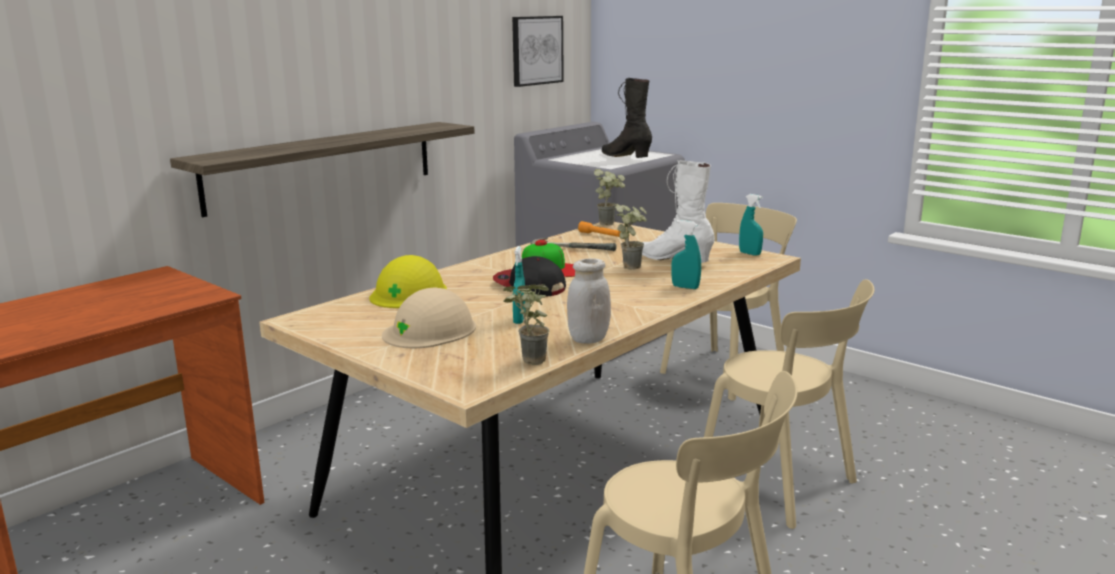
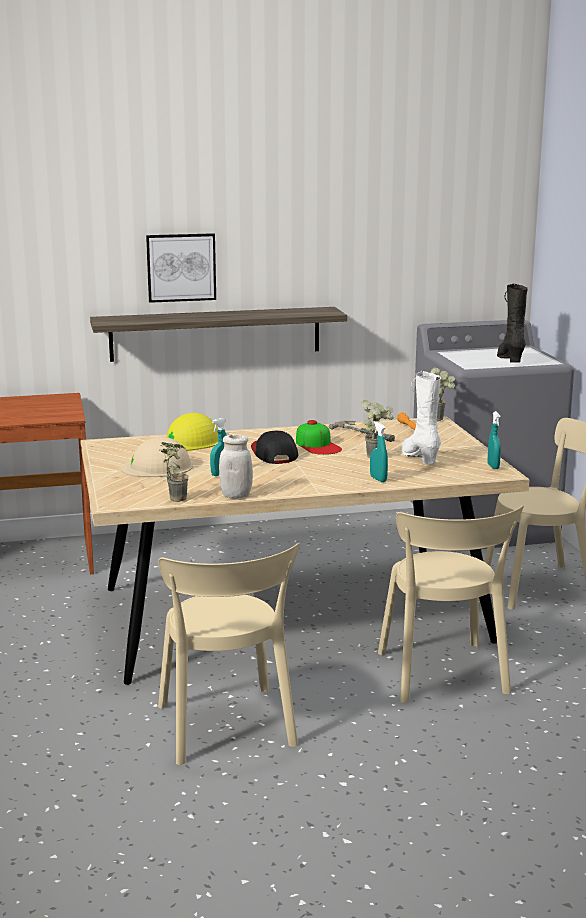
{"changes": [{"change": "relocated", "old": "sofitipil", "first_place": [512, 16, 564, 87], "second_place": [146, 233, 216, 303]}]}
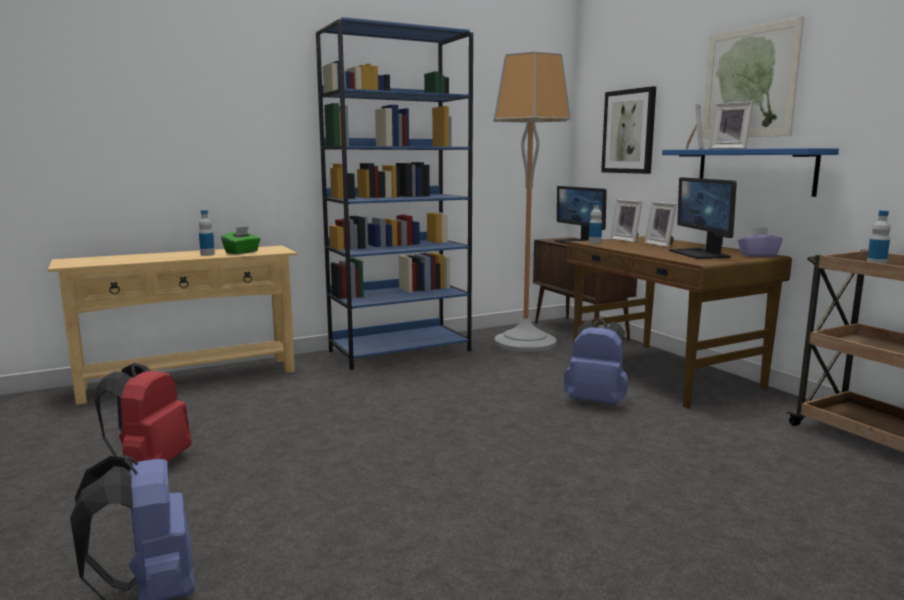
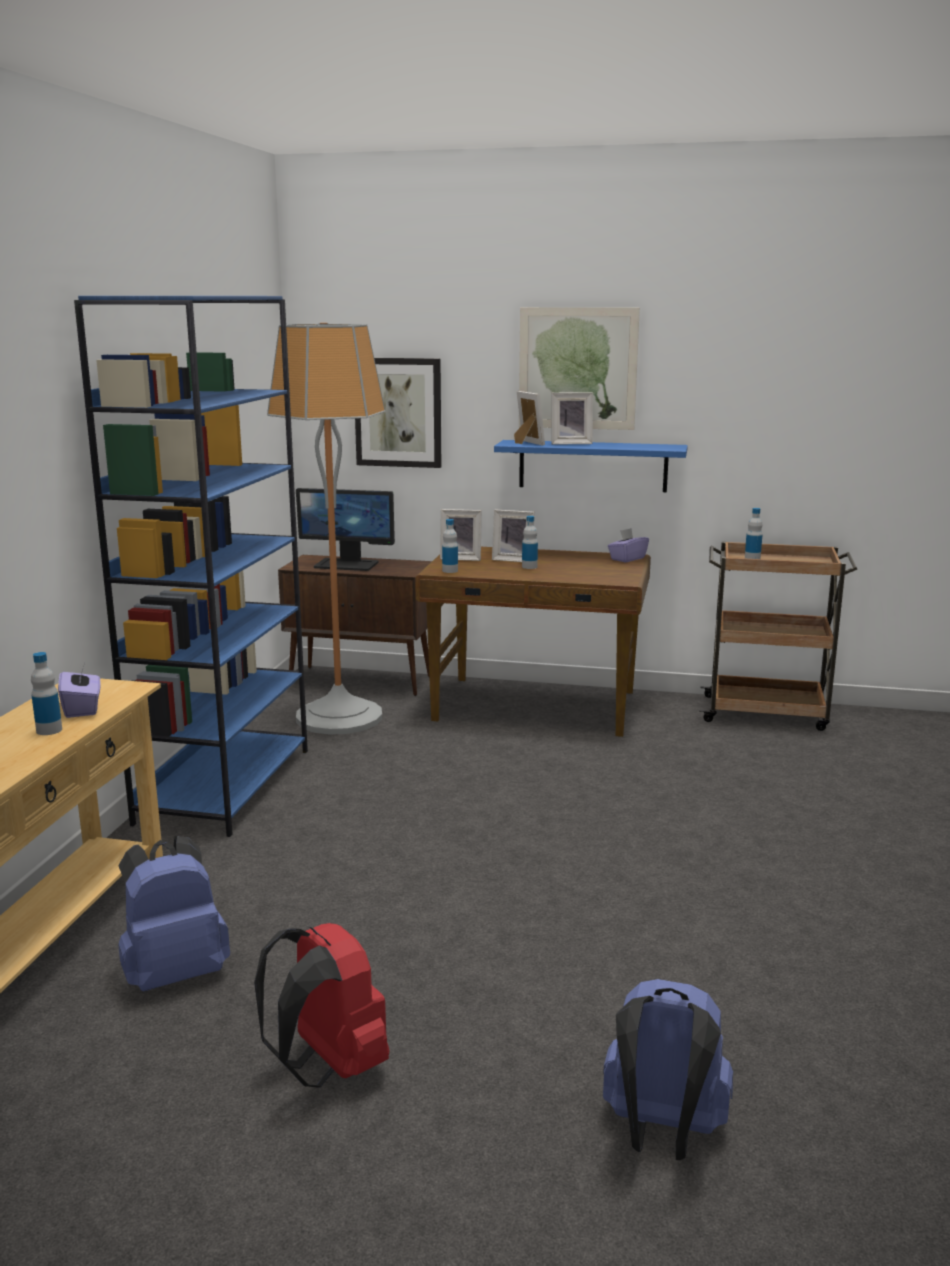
{"changes": [{"change": "colour", "old": "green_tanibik", "new": "purple_tanibik", "first_place": [221, 226, 261, 254], "second_place": [58, 663, 101, 718]}, {"change": "relocated", "old": "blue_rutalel", "first_place": [564, 319, 628, 404], "second_place": [118, 836, 230, 991]}, {"change": "appeared", "new": "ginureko", "second_place": [522, 516, 538, 569]}, {"change": "missing", "old": "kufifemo", "first_place": [669, 177, 737, 259]}]}
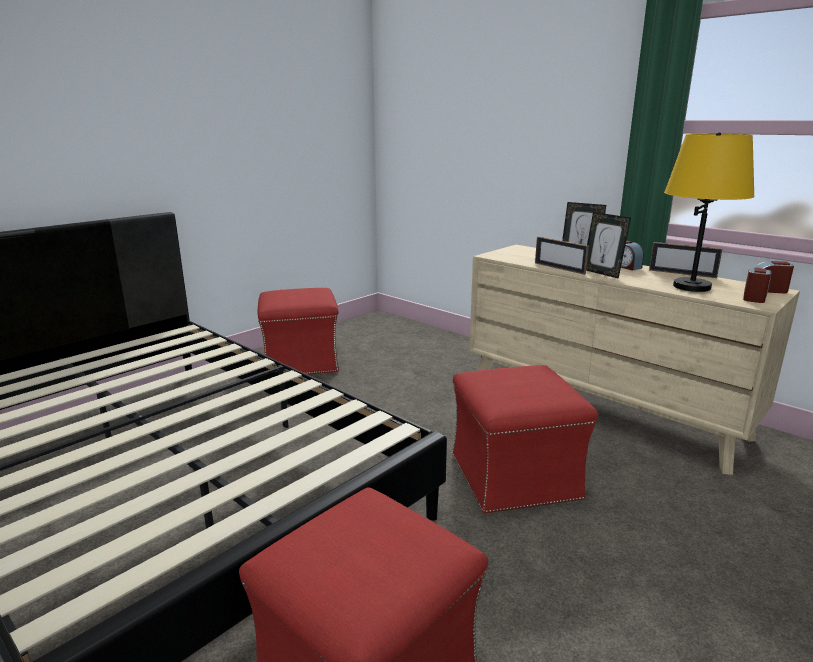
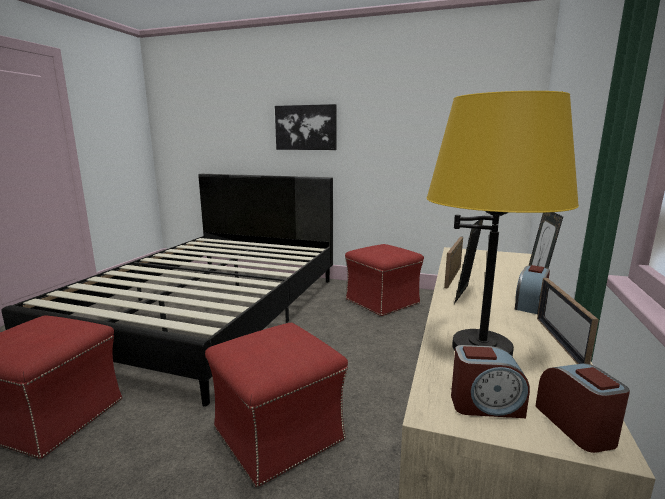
{"changes": [{"change": "appeared", "new": "sofitipil", "second_place": [275, 104, 337, 150]}]}
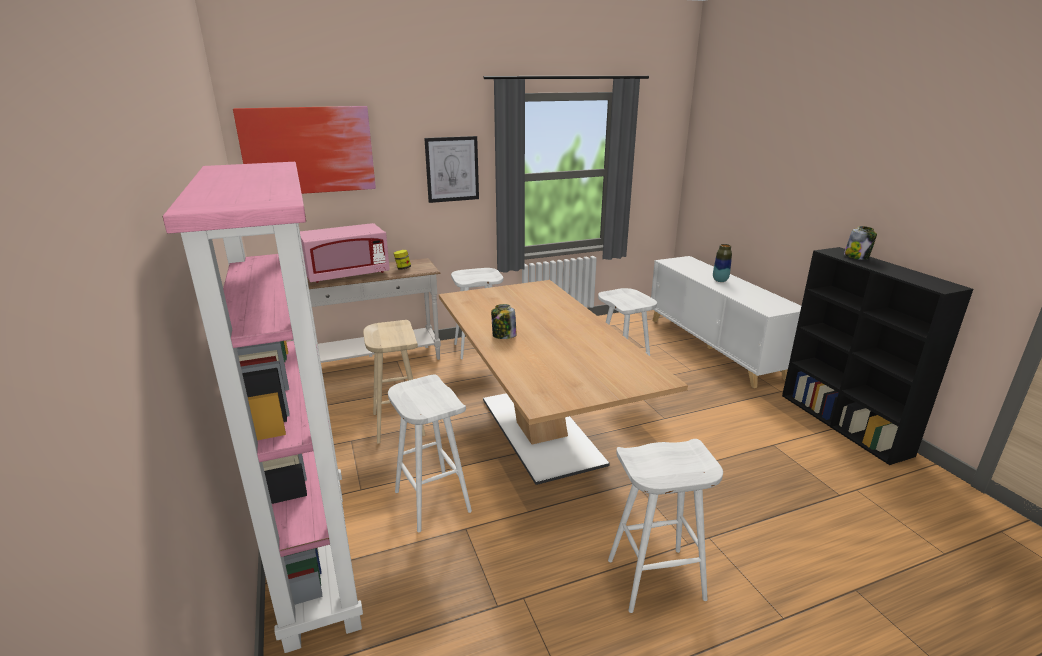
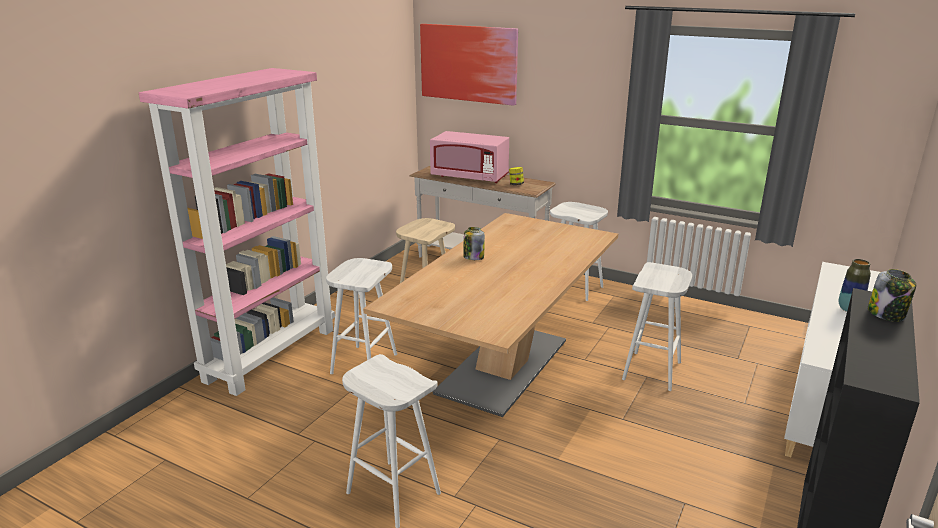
{"changes": [{"change": "missing", "old": "sofitipil", "first_place": [424, 136, 479, 203]}]}
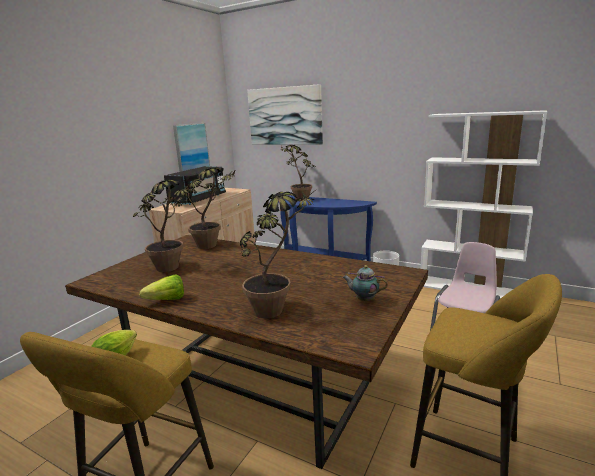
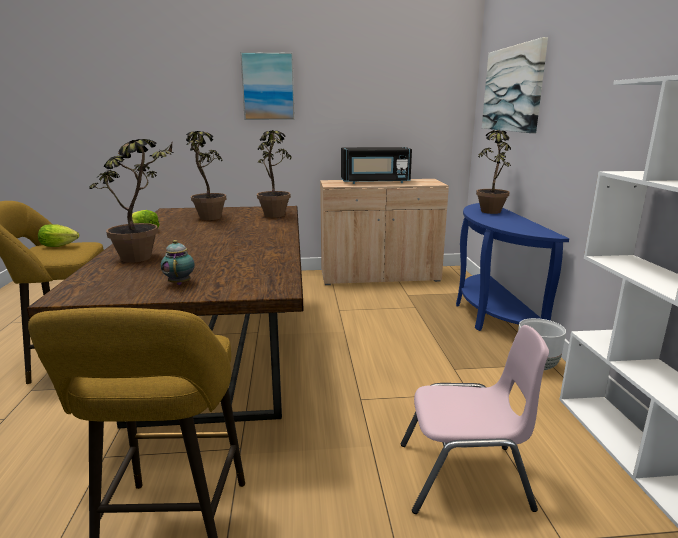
{"changes": [{"change": "relocated", "old": "sofitipil", "first_place": [173, 123, 210, 172], "second_place": [240, 52, 295, 120]}]}
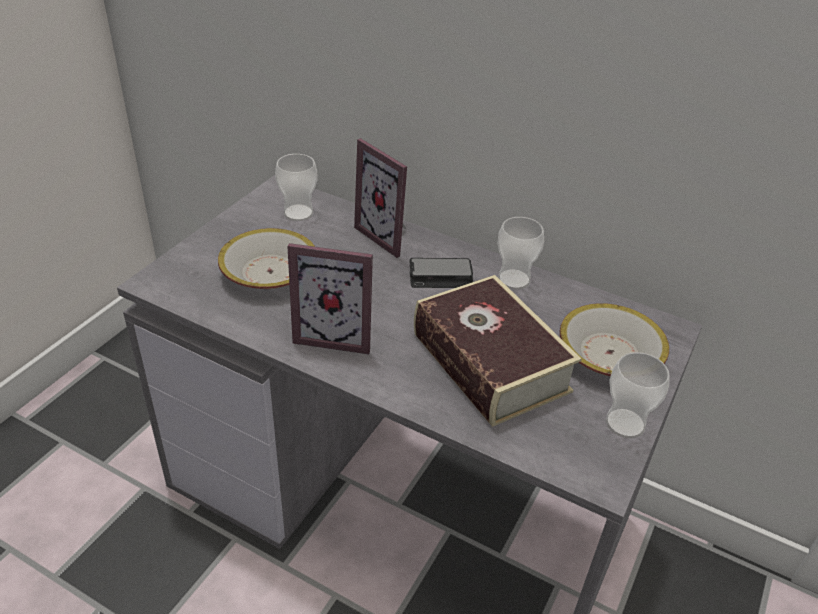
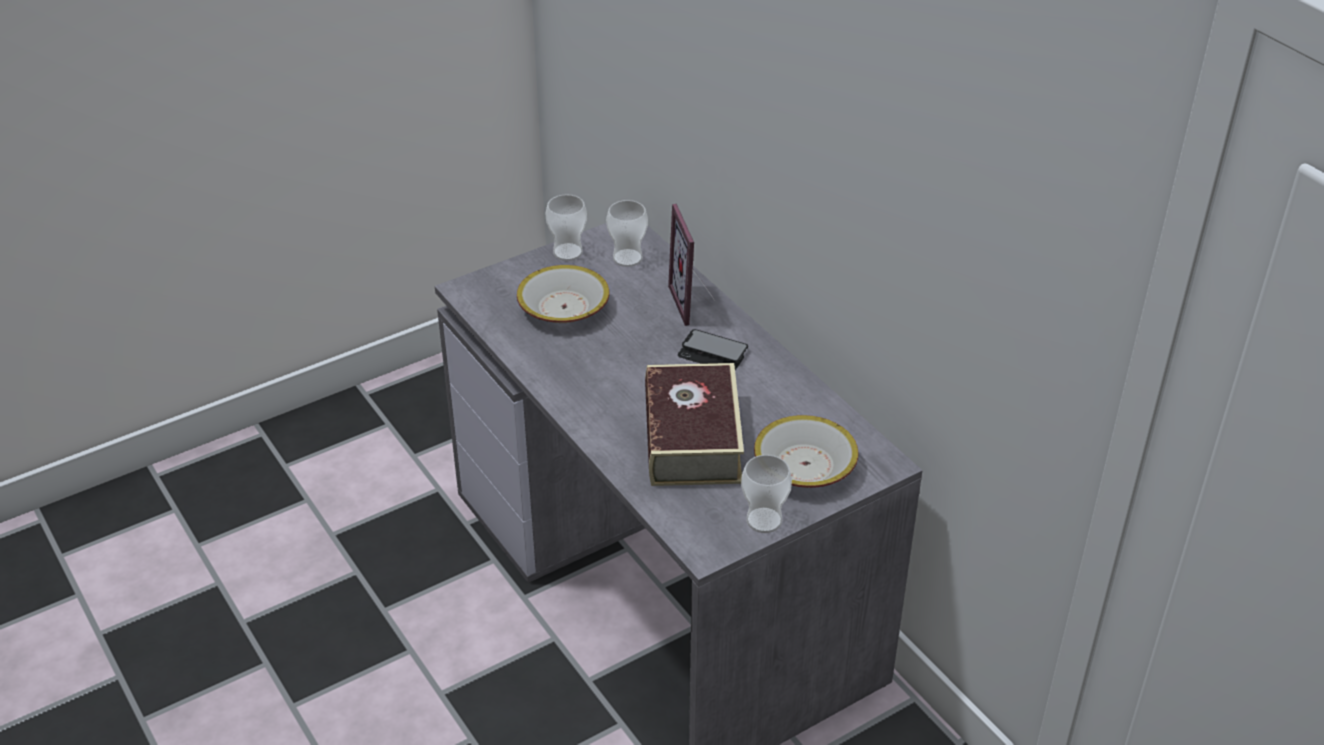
{"changes": [{"change": "relocated", "old": "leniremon", "first_place": [497, 217, 544, 290], "second_place": [546, 194, 587, 261]}, {"change": "missing", "old": "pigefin", "first_place": [287, 243, 373, 355]}]}
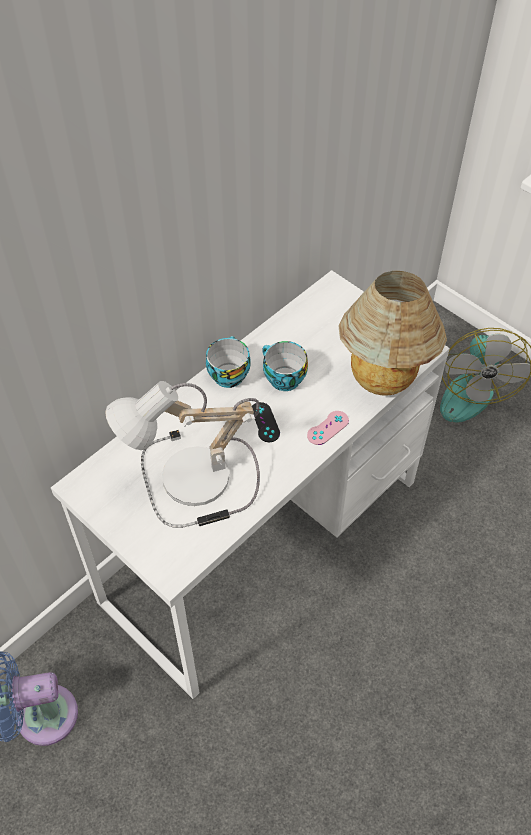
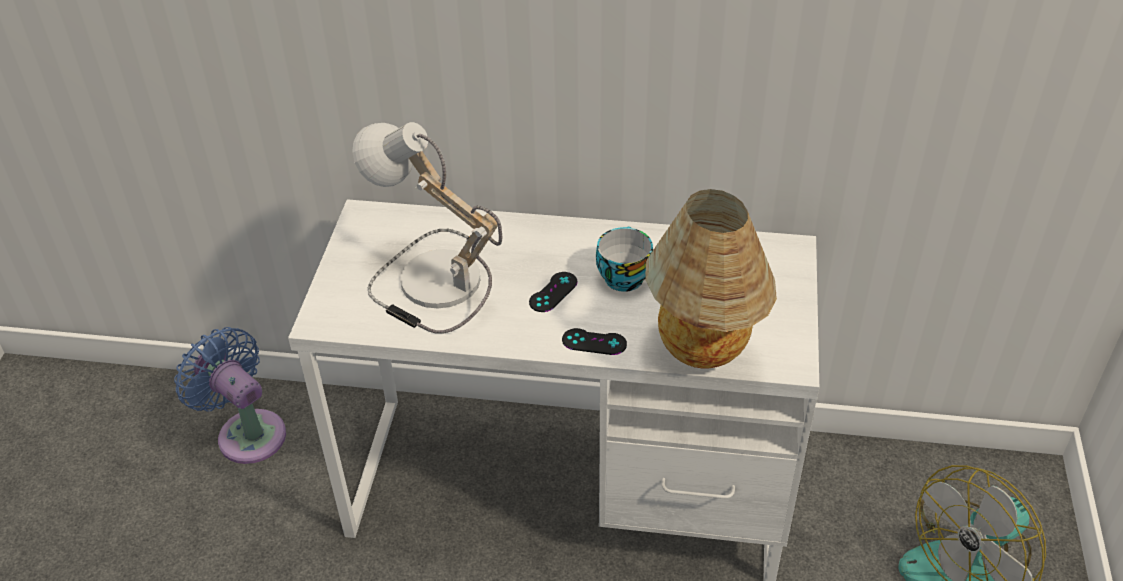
{"changes": [{"change": "colour", "old": "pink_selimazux", "new": "black_selimazux", "first_place": [307, 411, 349, 445], "second_place": [562, 328, 627, 355]}, {"change": "missing", "old": "leniremon", "first_place": [206, 336, 251, 388]}]}
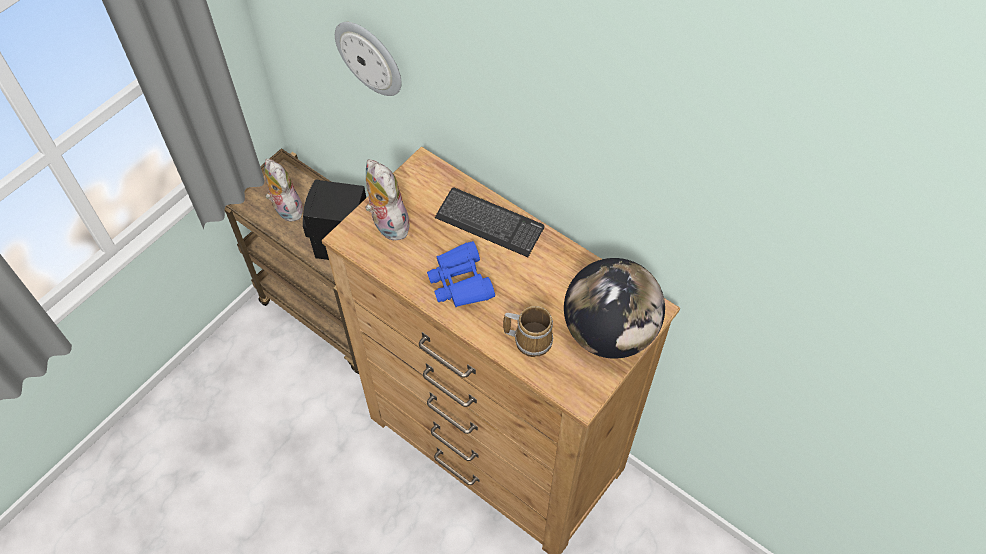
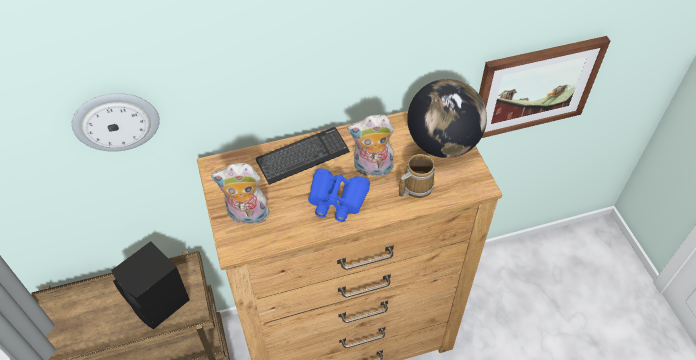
{"changes": [{"change": "relocated", "old": "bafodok", "first_place": [264, 159, 303, 222], "second_place": [347, 115, 396, 177]}, {"change": "appeared", "new": "sofitipil", "second_place": [479, 36, 610, 138]}]}
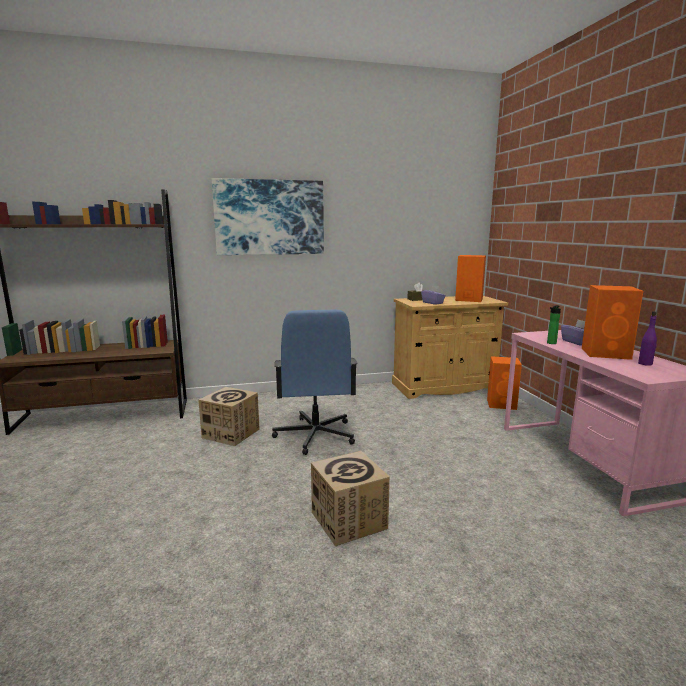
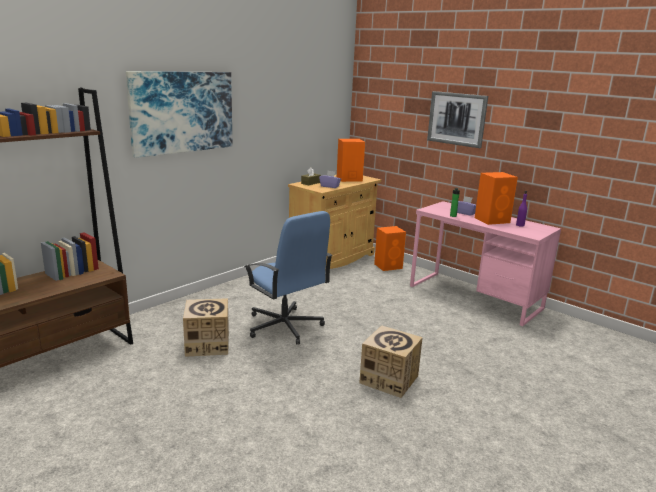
{"changes": [{"change": "appeared", "new": "sofitipil", "second_place": [427, 91, 488, 148]}]}
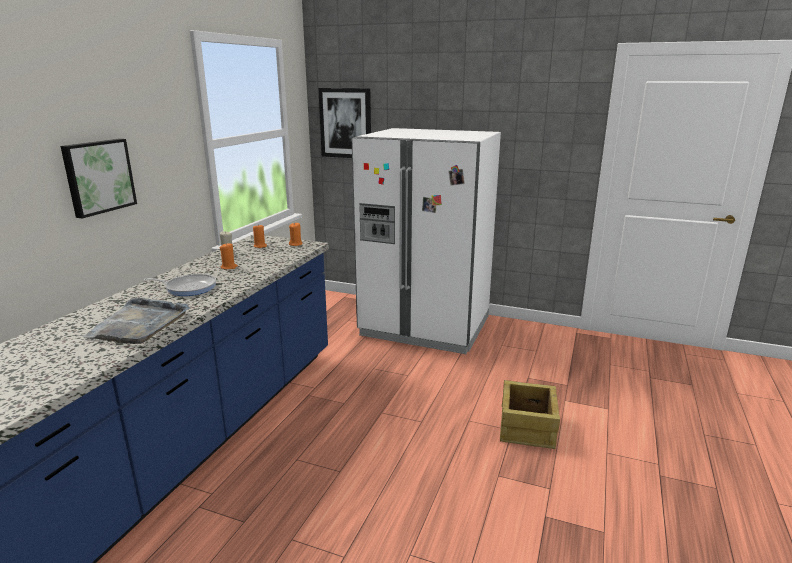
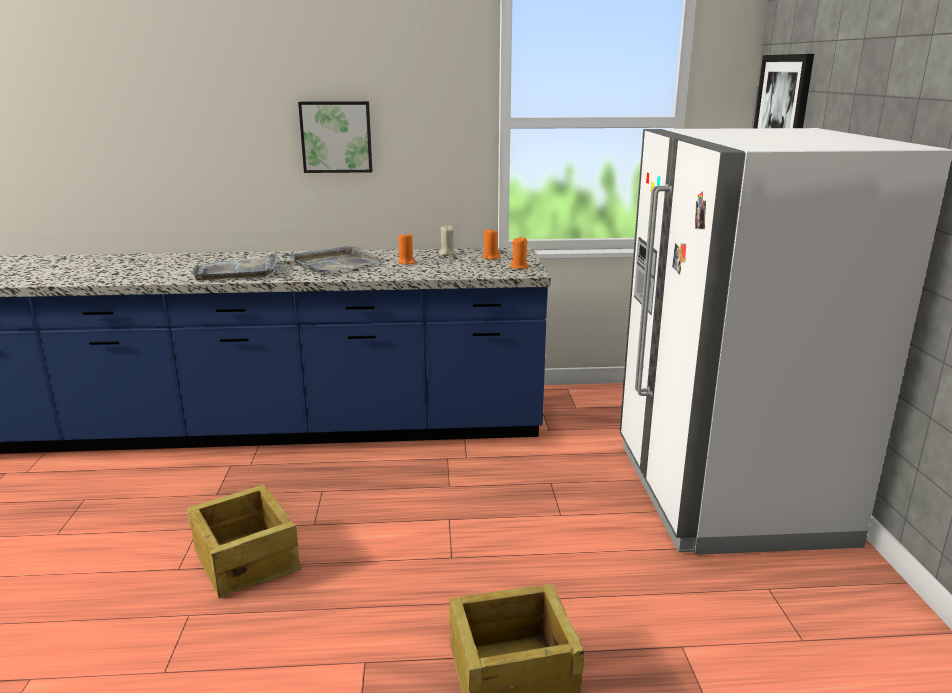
{"changes": [{"change": "appeared", "new": "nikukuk", "second_place": [187, 485, 301, 598]}, {"change": "exchanged", "old": "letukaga", "new": "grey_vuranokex", "first_place": [144, 274, 216, 296], "second_place": [289, 246, 381, 273]}]}
